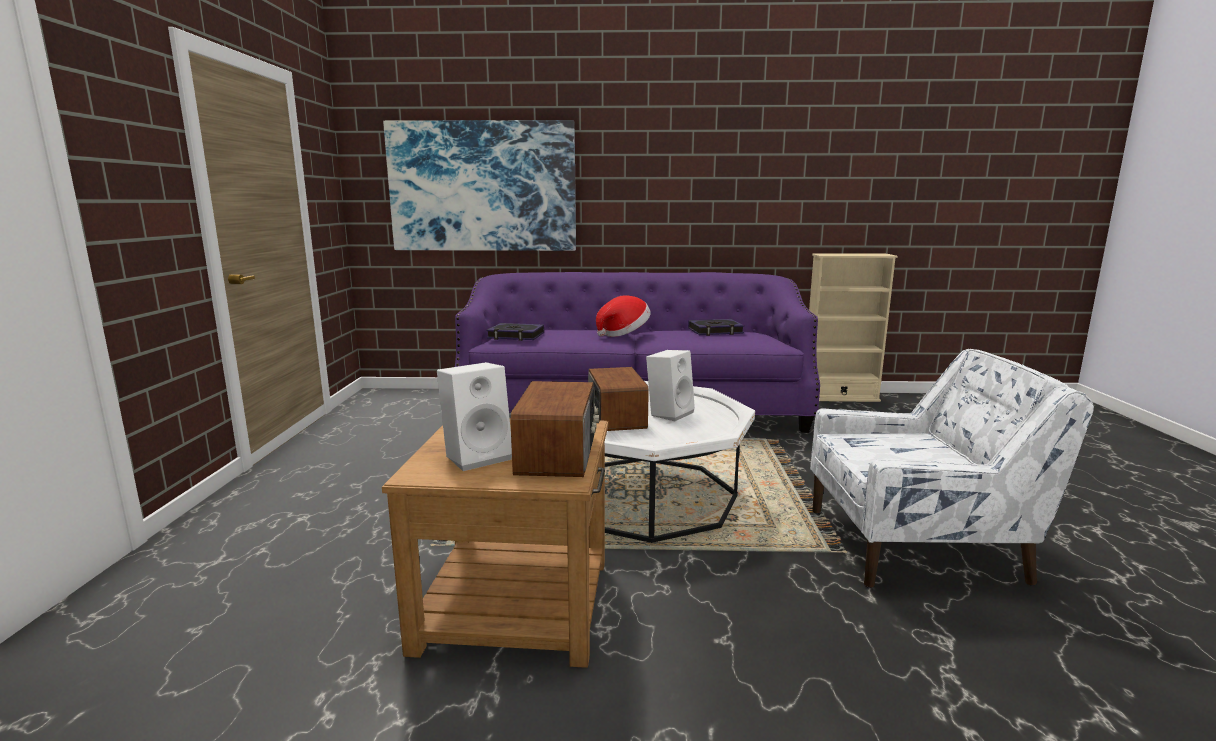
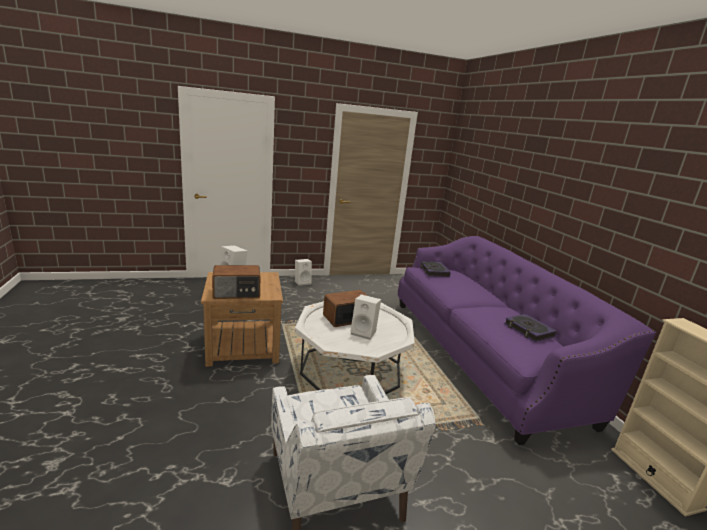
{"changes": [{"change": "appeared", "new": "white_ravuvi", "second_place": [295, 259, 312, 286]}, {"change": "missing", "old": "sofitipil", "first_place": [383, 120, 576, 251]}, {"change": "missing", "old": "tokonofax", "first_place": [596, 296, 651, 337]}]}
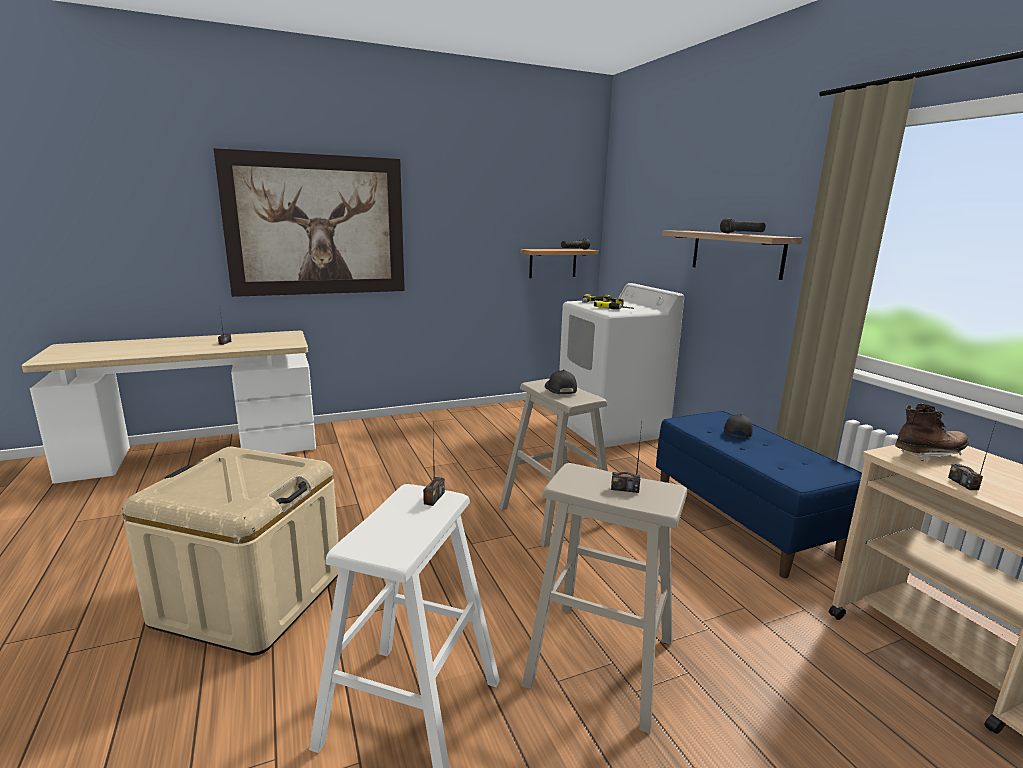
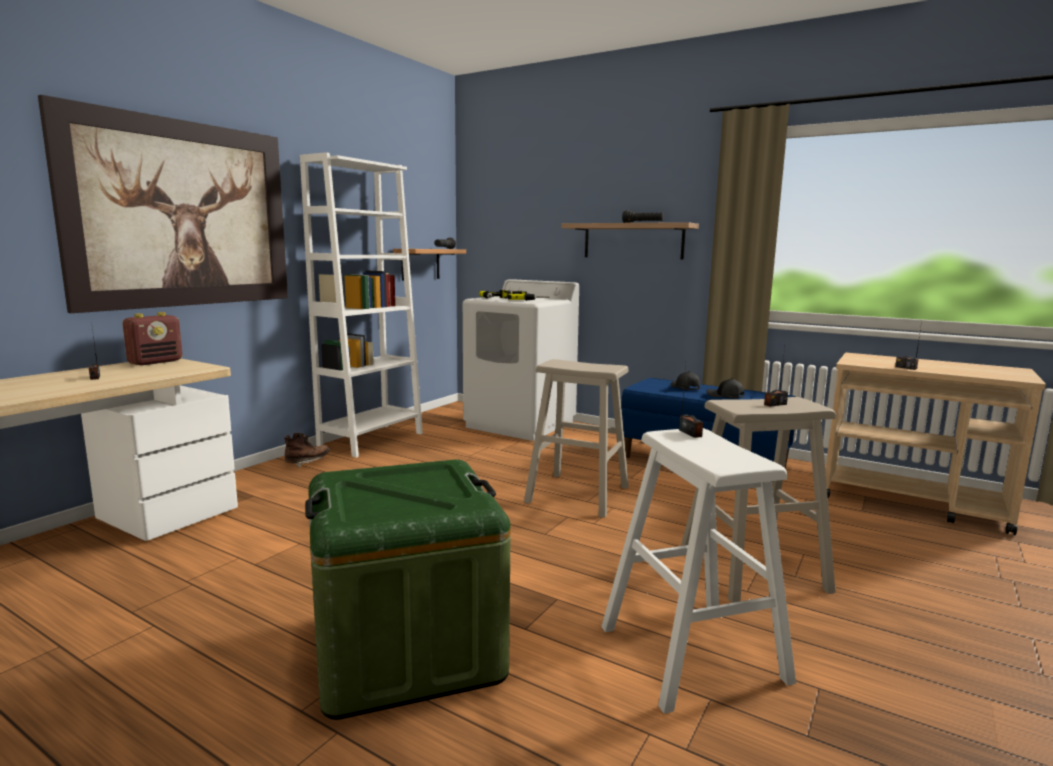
{"changes": [{"change": "appeared", "new": "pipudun", "second_place": [123, 312, 183, 366]}, {"change": "relocated", "old": "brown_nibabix", "first_place": [895, 403, 969, 462], "second_place": [284, 433, 330, 467]}, {"change": "appeared", "new": "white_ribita", "second_place": [300, 152, 423, 458]}, {"change": "colour", "old": "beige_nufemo", "new": "green_nufemo", "first_place": [122, 447, 339, 656], "second_place": [305, 459, 511, 720]}, {"change": "relocated", "old": "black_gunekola", "first_place": [545, 369, 577, 394], "second_place": [706, 378, 744, 399]}]}
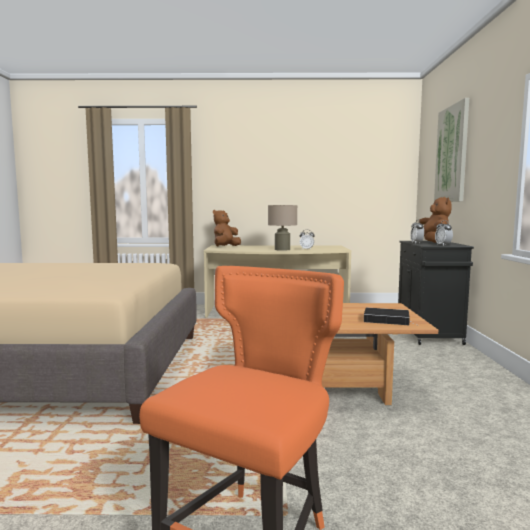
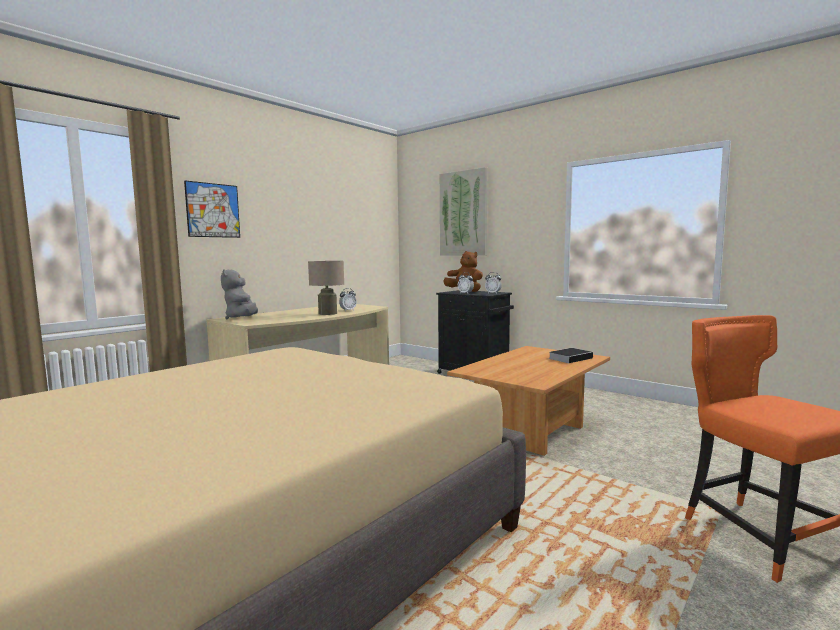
{"changes": [{"change": "appeared", "new": "sofitipil", "second_place": [184, 180, 240, 238]}, {"change": "colour", "old": "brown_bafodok", "new": "grey_bafodok", "first_place": [213, 210, 241, 246], "second_place": [221, 269, 258, 320]}]}
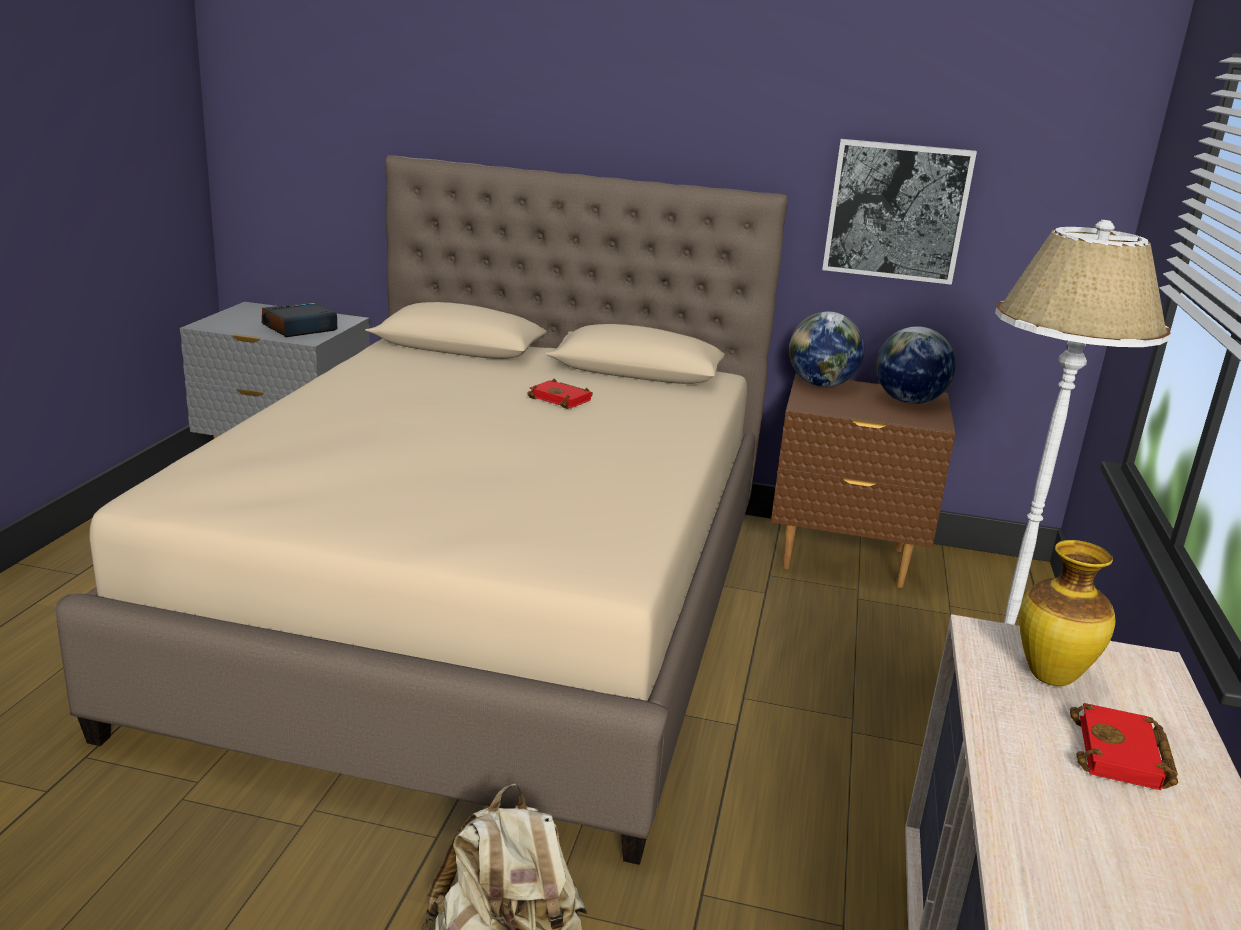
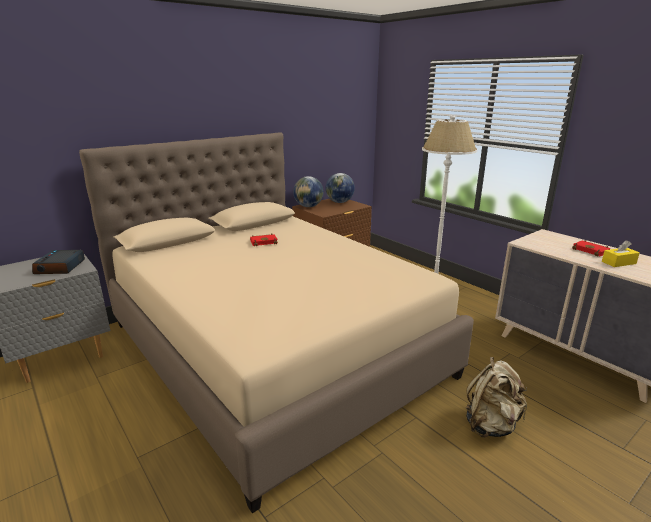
{"changes": [{"change": "appeared", "new": "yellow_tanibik", "second_place": [602, 240, 640, 267]}, {"change": "missing", "old": "sofitipil", "first_place": [822, 139, 977, 285]}, {"change": "missing", "old": "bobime", "first_place": [1019, 540, 1116, 686]}]}
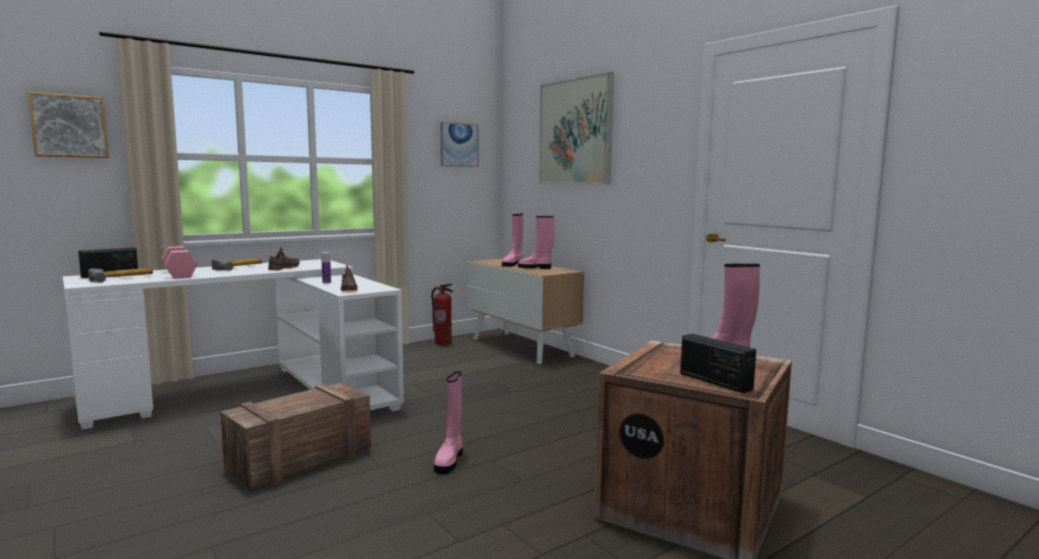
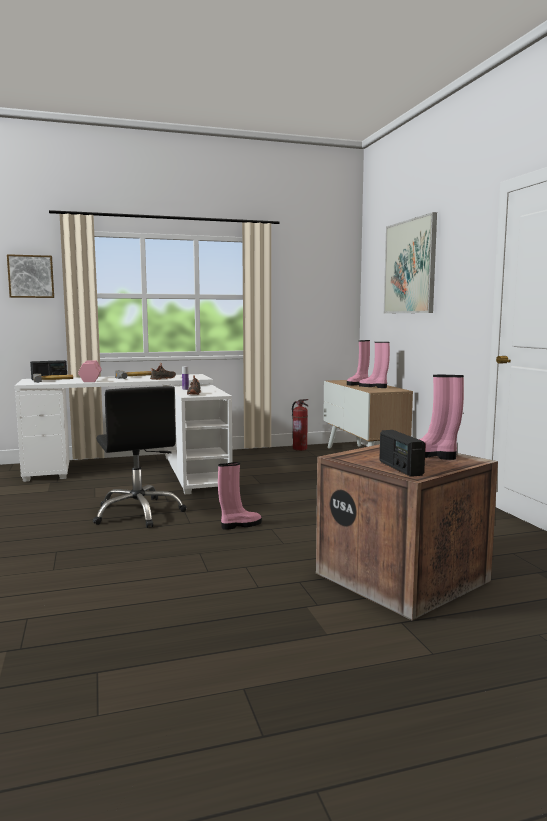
{"changes": [{"change": "exchanged", "old": "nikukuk", "new": "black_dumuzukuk", "first_place": [220, 382, 371, 489], "second_place": [93, 386, 186, 528]}, {"change": "spun", "old": "pink_nibabix", "first_place": [434, 371, 463, 474], "second_place": [218, 462, 262, 530], "degrees": -150}, {"change": "missing", "old": "sofitipil", "first_place": [440, 122, 478, 167]}]}
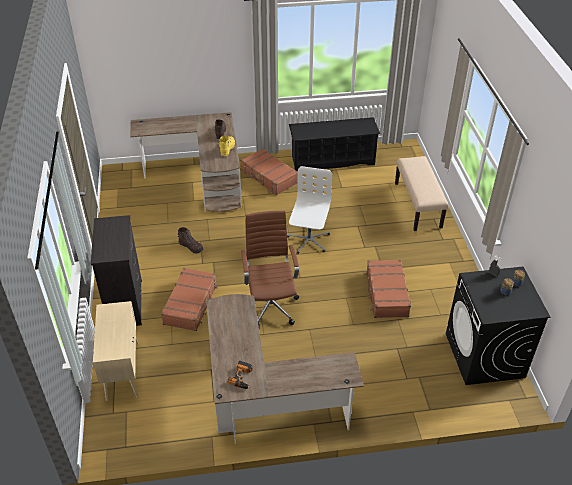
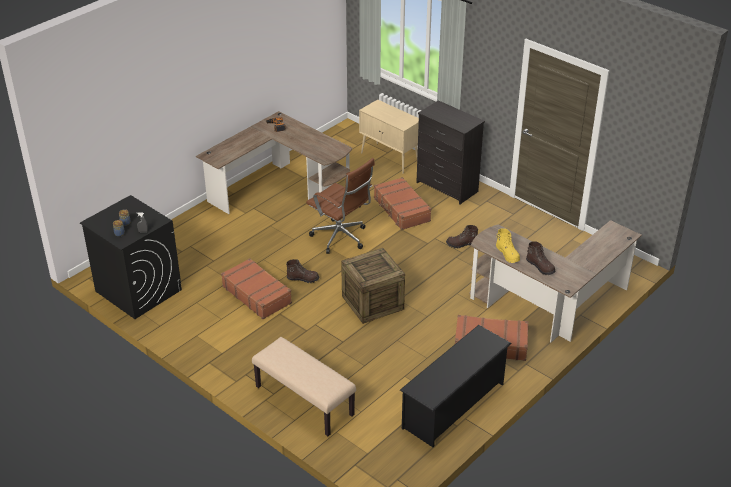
{"changes": [{"change": "appeared", "new": "brown_nibabix", "second_place": [286, 259, 319, 283]}, {"change": "exchanged", "old": "white_dumuzukuk", "new": "nikukuk", "first_place": [287, 166, 332, 254], "second_place": [341, 248, 405, 324]}]}
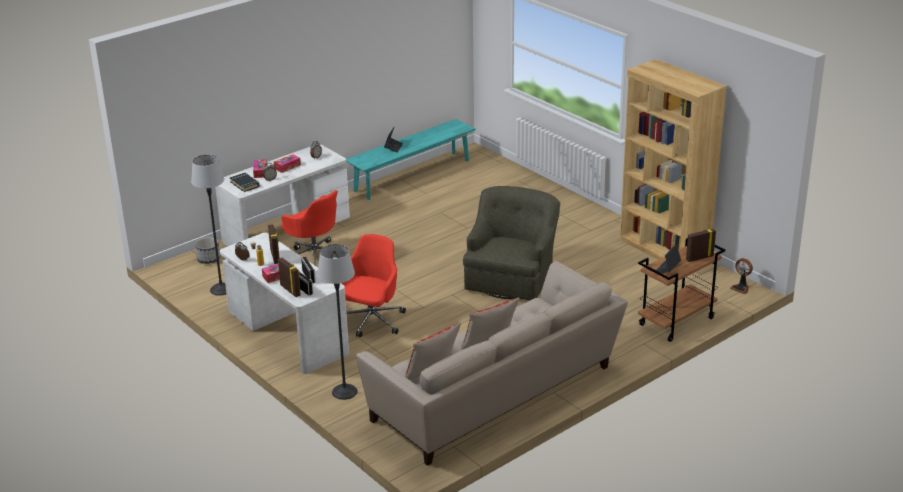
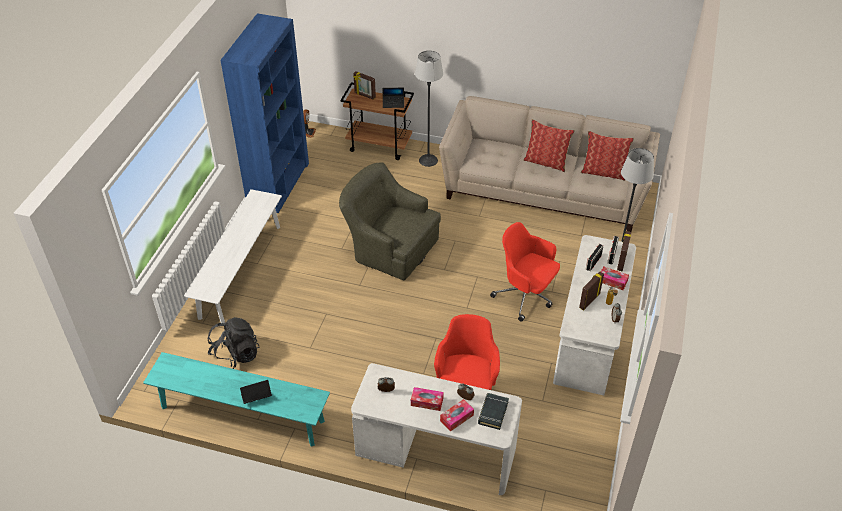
{"changes": [{"change": "appeared", "new": "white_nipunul", "second_place": [184, 189, 282, 323]}, {"change": "appeared", "new": "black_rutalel", "second_place": [207, 317, 259, 369]}, {"change": "colour", "old": "brown_ribita", "new": "blue_ribita", "first_place": [620, 59, 727, 260], "second_place": [220, 14, 309, 213]}, {"change": "spun", "old": "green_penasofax", "first_place": [463, 186, 560, 300], "second_place": [339, 162, 441, 280], "degrees": 45}, {"change": "relocated", "old": "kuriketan", "first_place": [191, 155, 226, 296], "second_place": [415, 51, 443, 167]}, {"change": "spun", "old": "red_dumuzukuk", "first_place": [341, 234, 406, 337], "second_place": [490, 222, 560, 322], "degrees": 45}, {"change": "missing", "old": "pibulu", "first_place": [195, 237, 220, 264]}]}
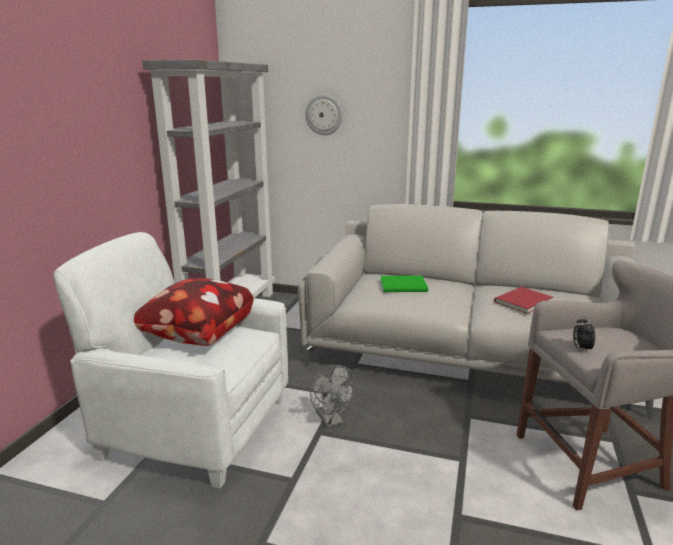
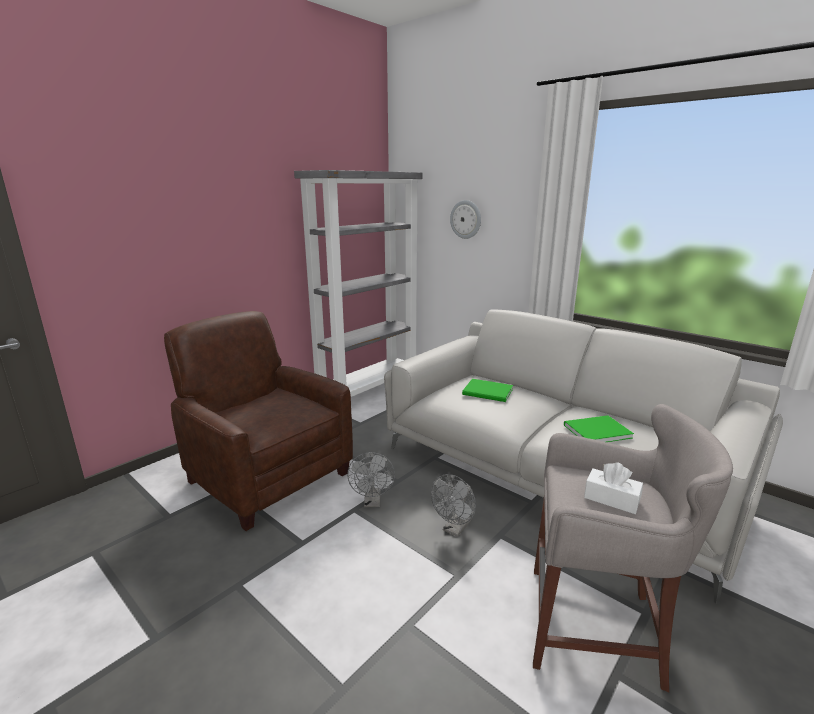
{"changes": [{"change": "colour", "old": "white_penasofax", "new": "brown_penasofax", "first_place": [53, 232, 288, 489], "second_place": [164, 311, 353, 531]}, {"change": "appeared", "new": "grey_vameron", "second_place": [431, 474, 476, 537]}, {"change": "colour", "old": "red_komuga", "new": "green_komuga", "first_place": [494, 287, 554, 314], "second_place": [564, 415, 634, 442]}, {"change": "appeared", "new": "white_tanibik", "second_place": [584, 462, 643, 514]}, {"change": "missing", "old": "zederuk", "first_place": [134, 278, 254, 346]}, {"change": "missing", "old": "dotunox", "first_place": [573, 316, 595, 352]}]}
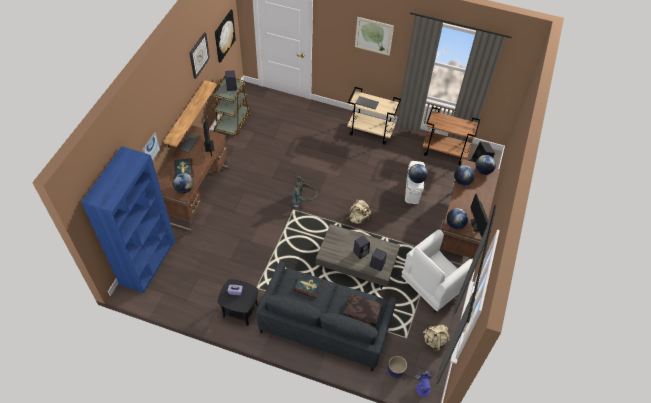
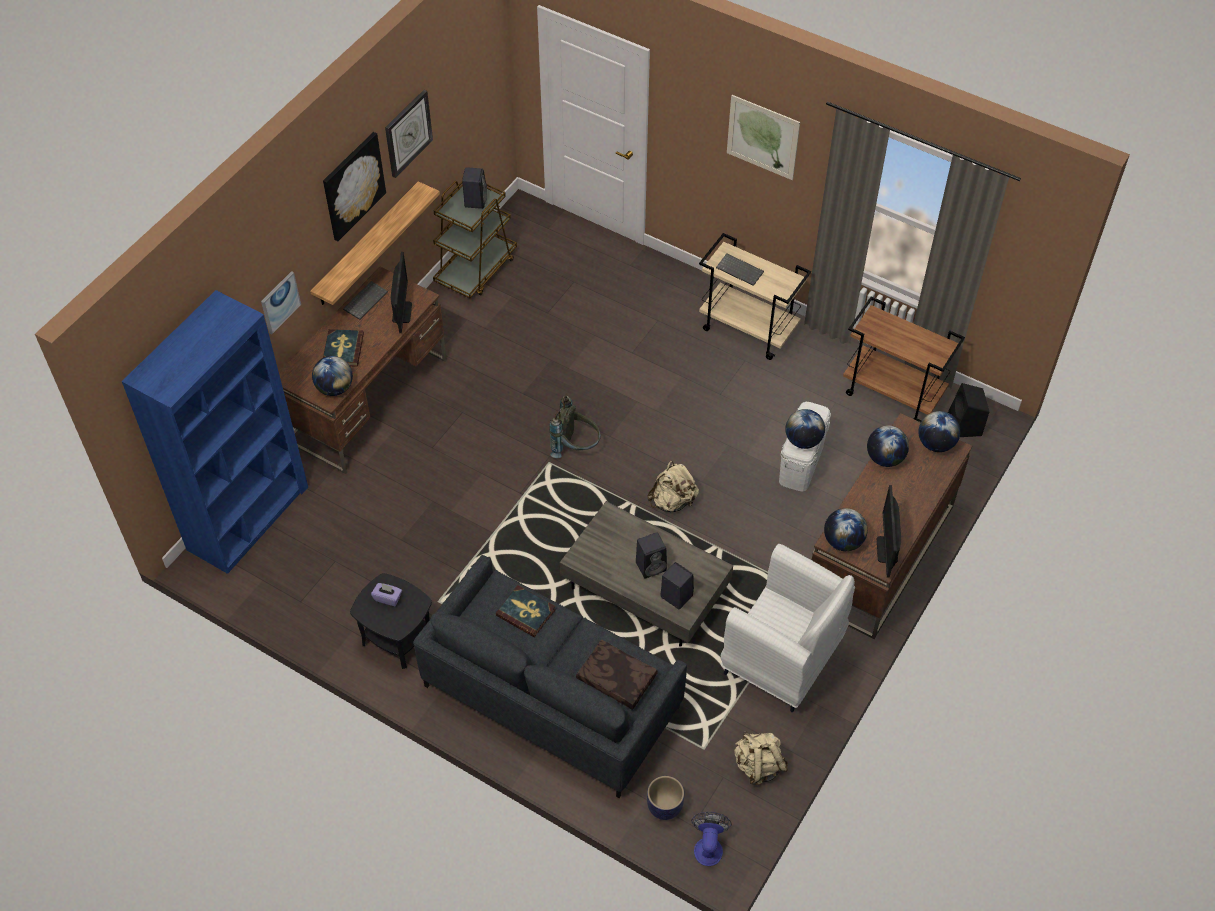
{"changes": [{"change": "relocated", "old": "sofitipil", "first_place": [215, 10, 236, 63], "second_place": [323, 132, 386, 241]}, {"change": "spun", "old": "white_penasofax", "first_place": [402, 229, 473, 313], "second_place": [721, 544, 855, 712], "degrees": -120}]}
